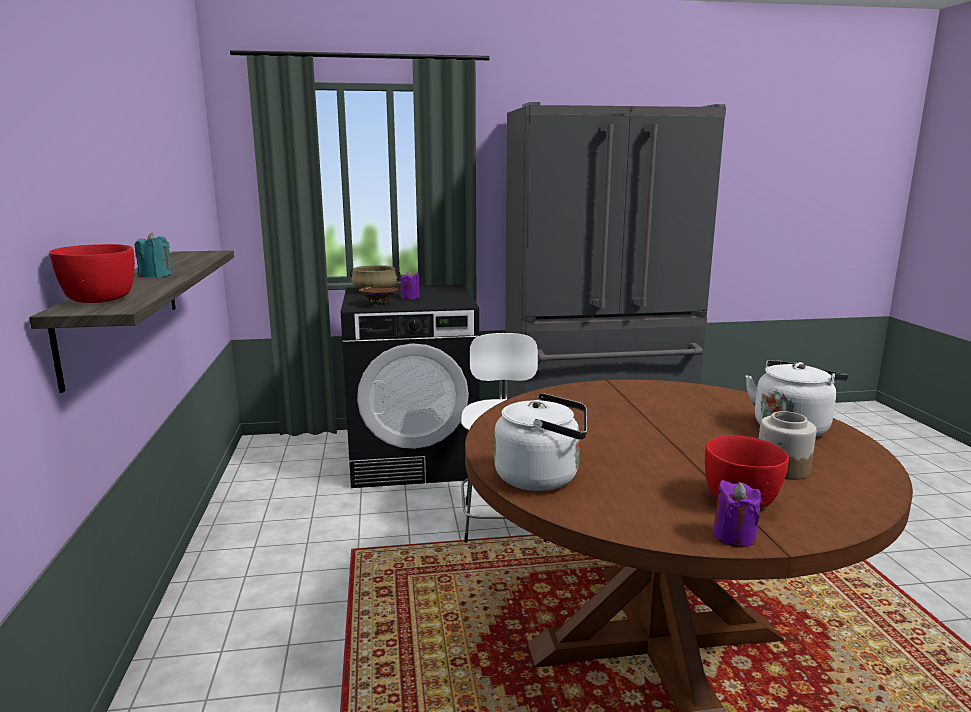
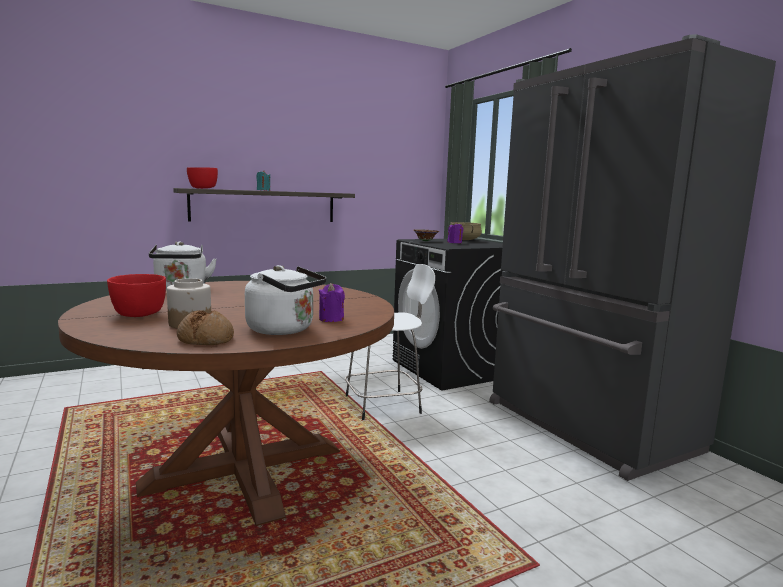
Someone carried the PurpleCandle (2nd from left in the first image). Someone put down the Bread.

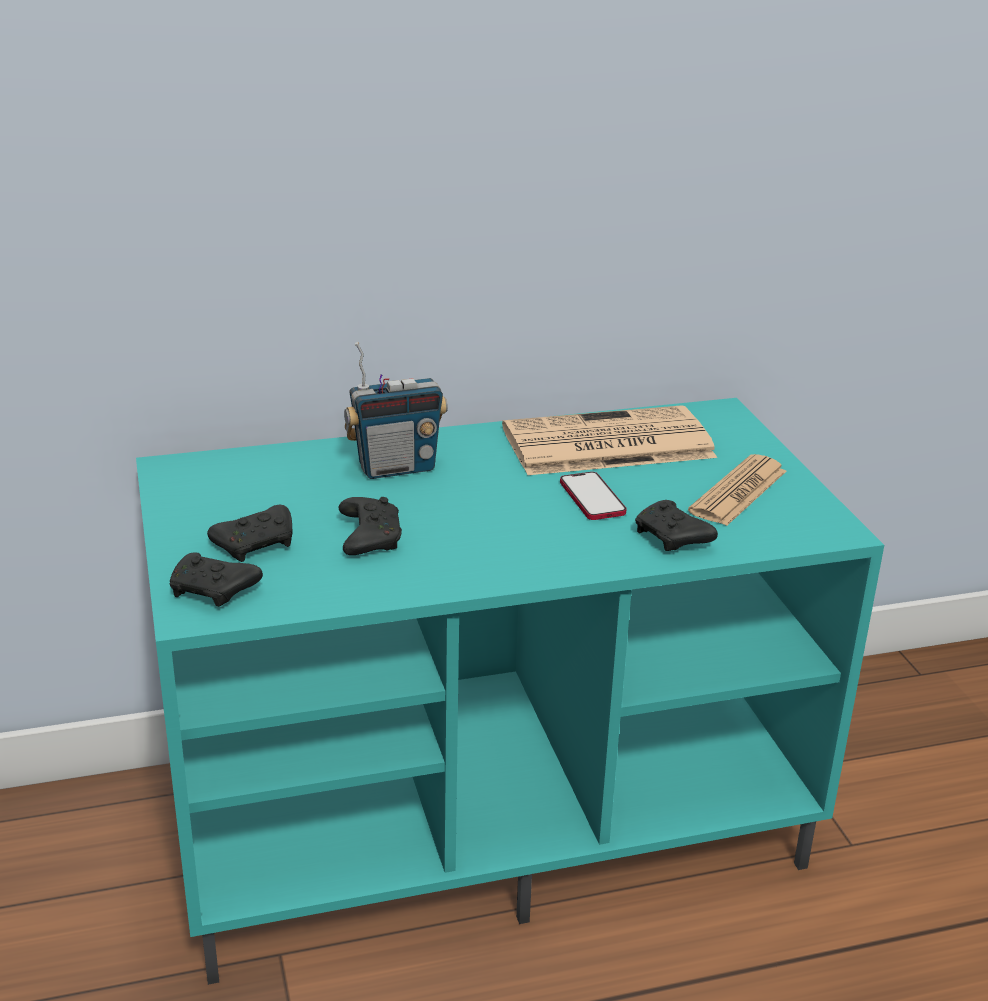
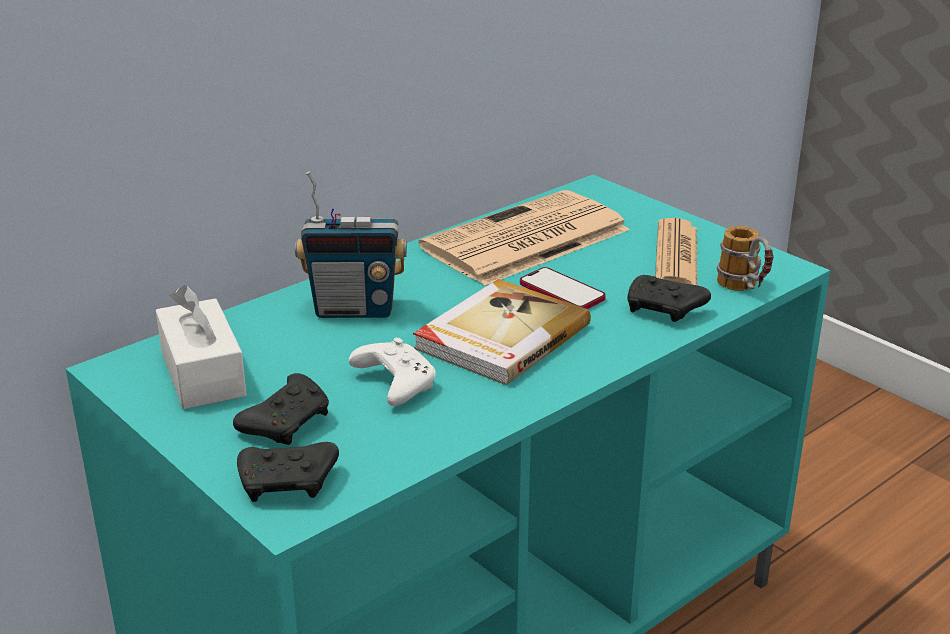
Someone repainted the BlackGameController (3rd from left), which became the WhiteGameController. Someone rotated the Radio by 45 degrees clockwise. Someone put down the WhiteTissueBox. Someone put down the Book. Someone put down the Mug.

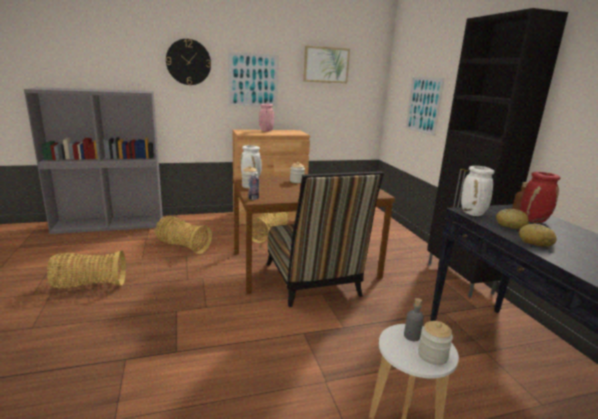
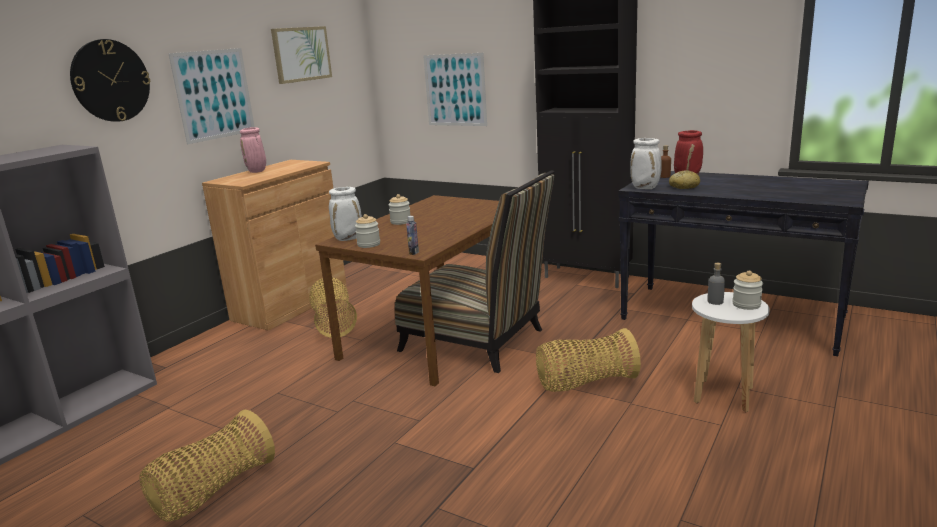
Someone carried the Basket (2nd from left in the first image). Someone took away the Bread (2nd from left).

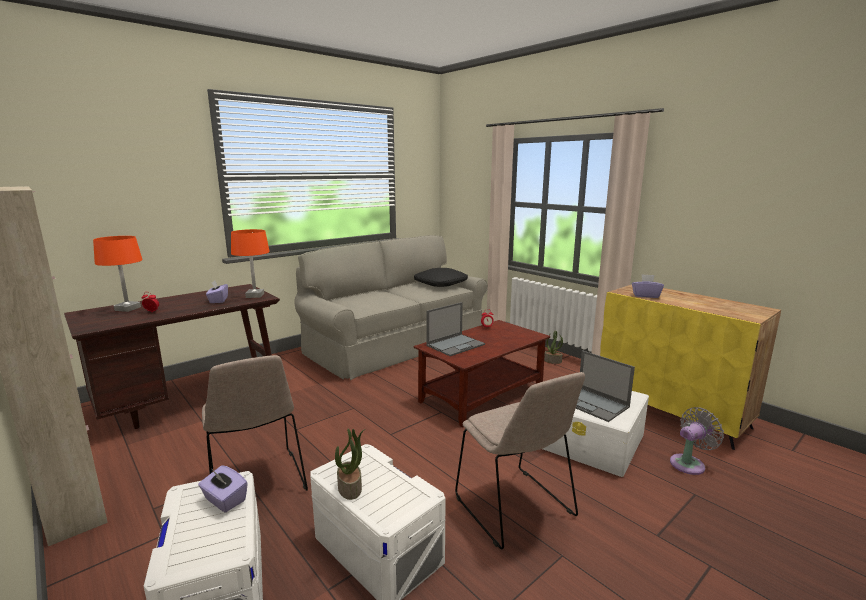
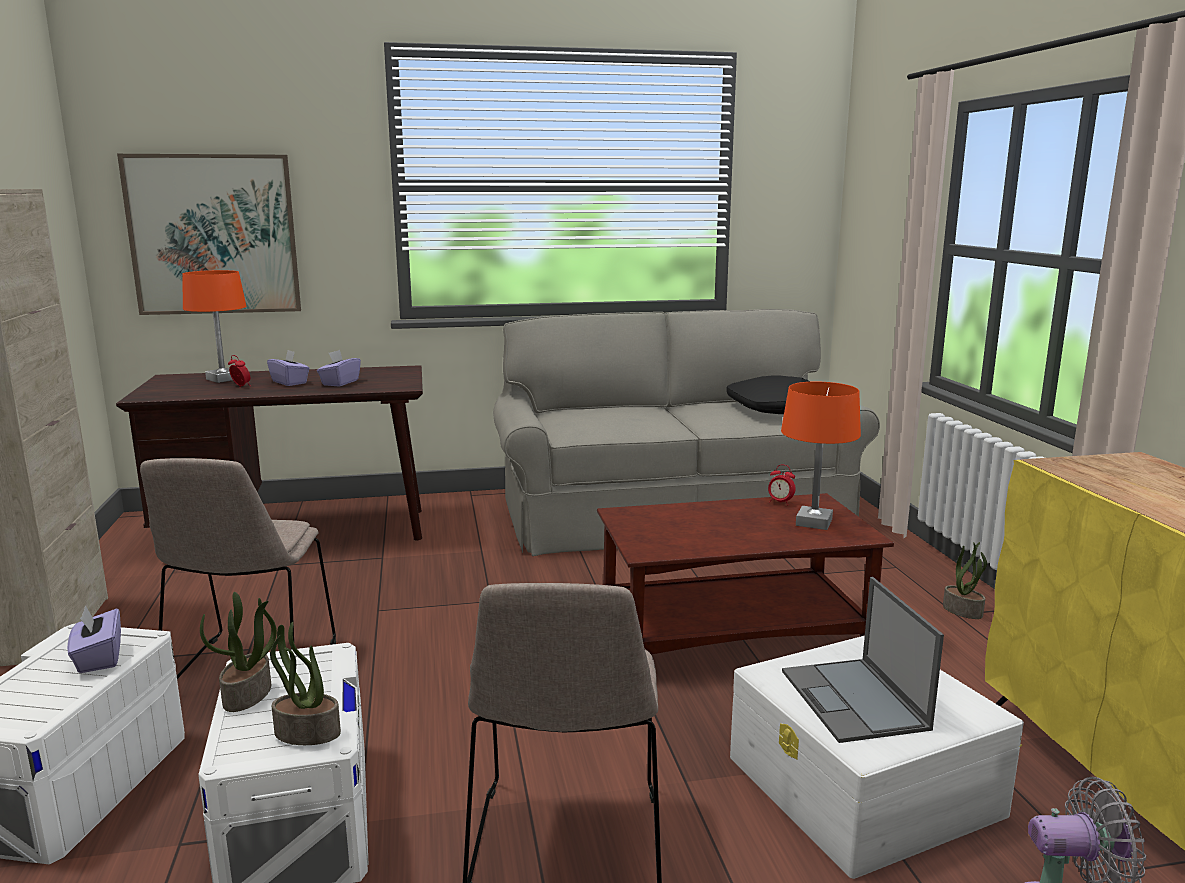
Someone carried the OrangeTableLamp (2nd from left). Someone took away the Laptop (1st from left). Someone carried the PurpleTissueBox (3rd from left in the first image). Someone put up the Picture. Someone put down the PottedPlant (2nd from left).

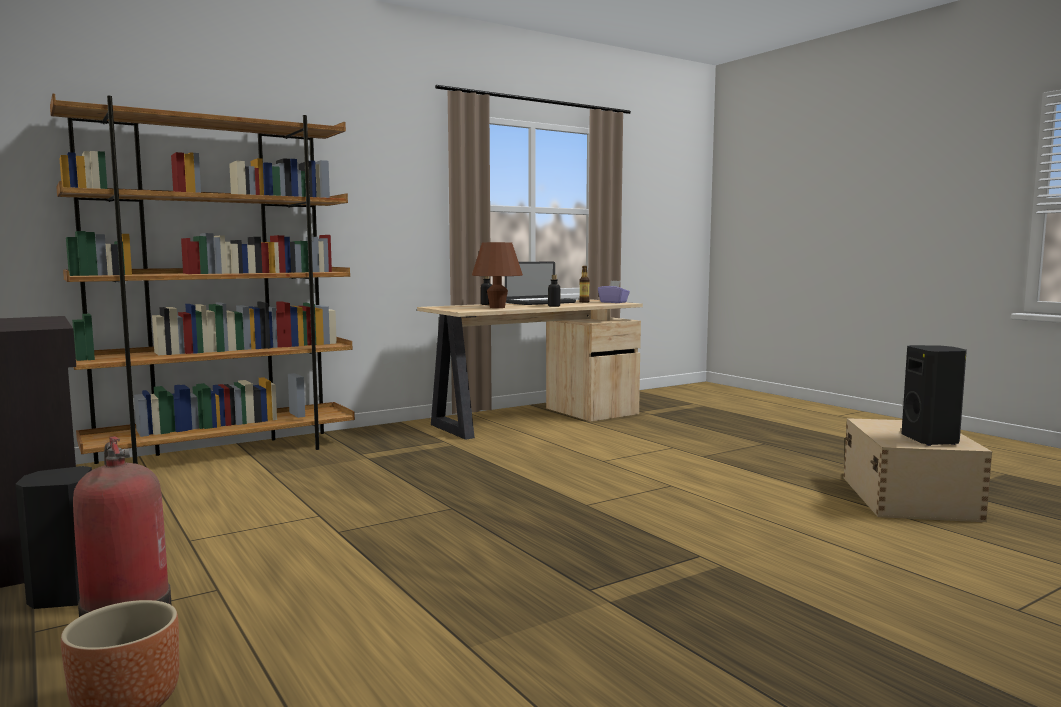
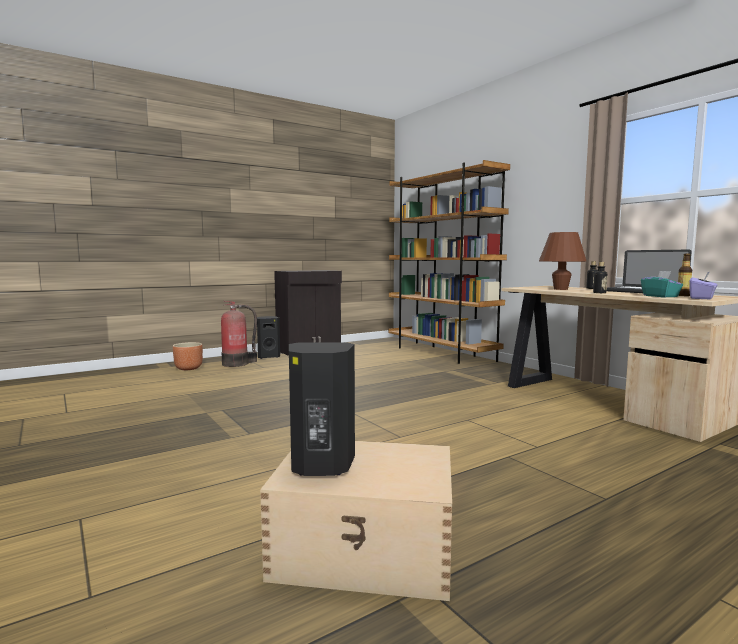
Someone put down the TurquoiseTissueBox.

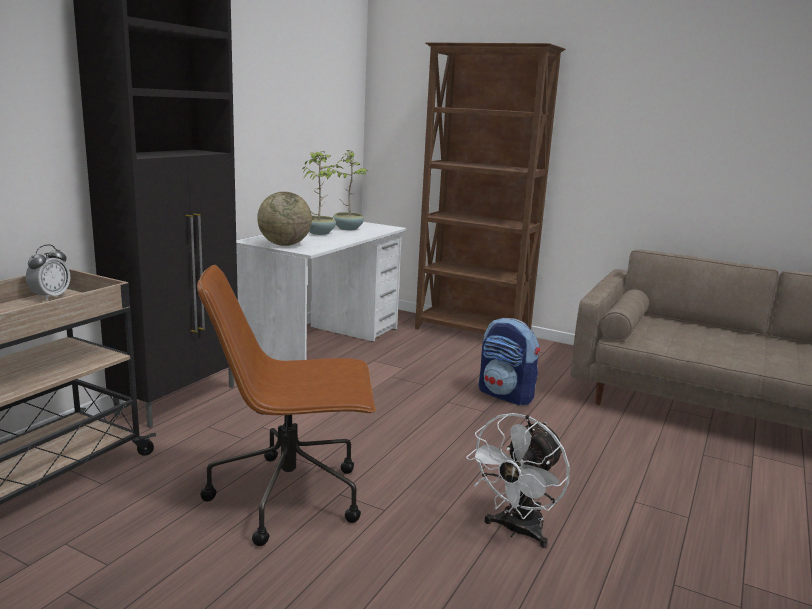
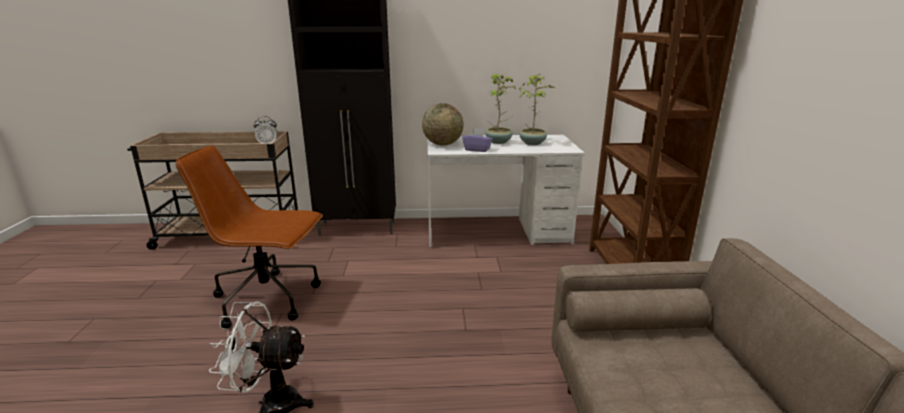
Someone rotated the BrownOfficeChair by 45 degrees counterclockwise. Someone took away the Backpack. Someone put down the PurpleTissueBox.

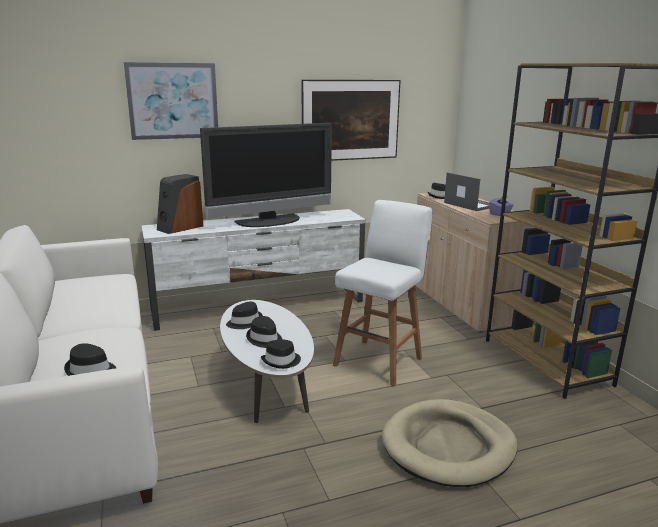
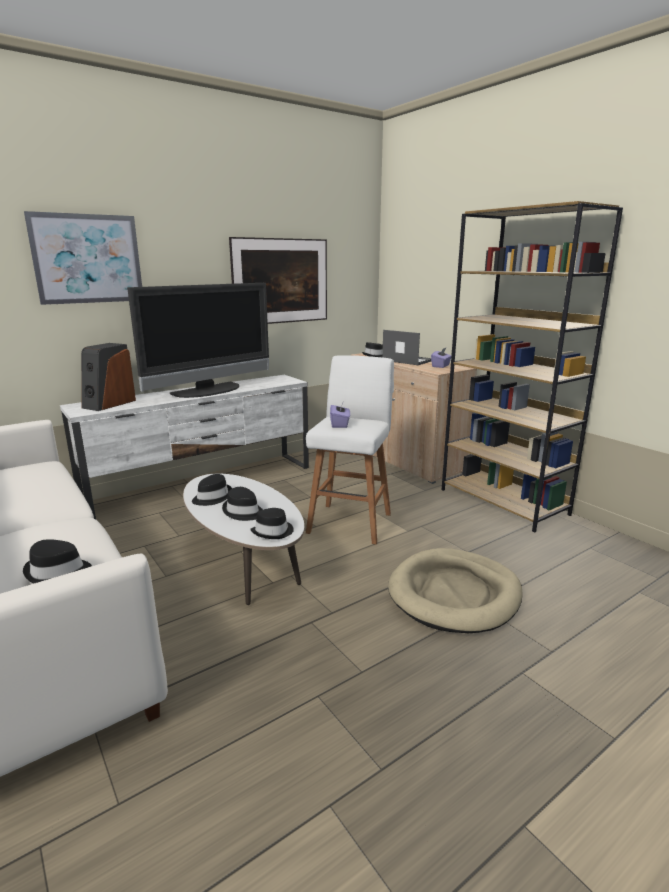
Someone put down the PurpleTissueBox (1st from left).

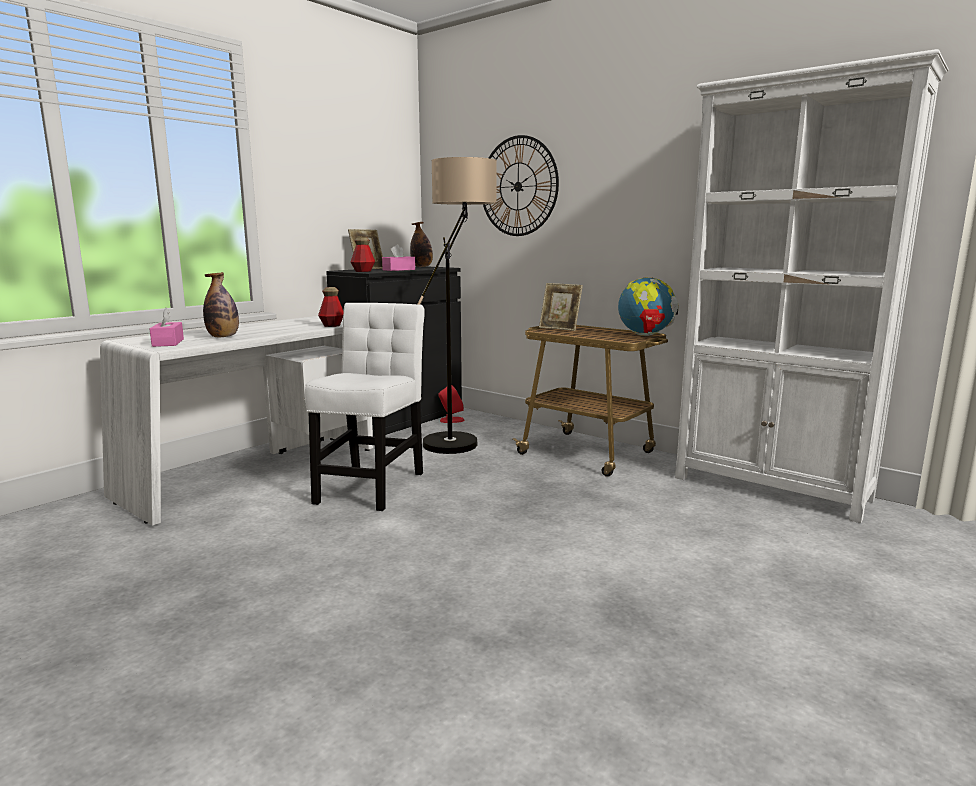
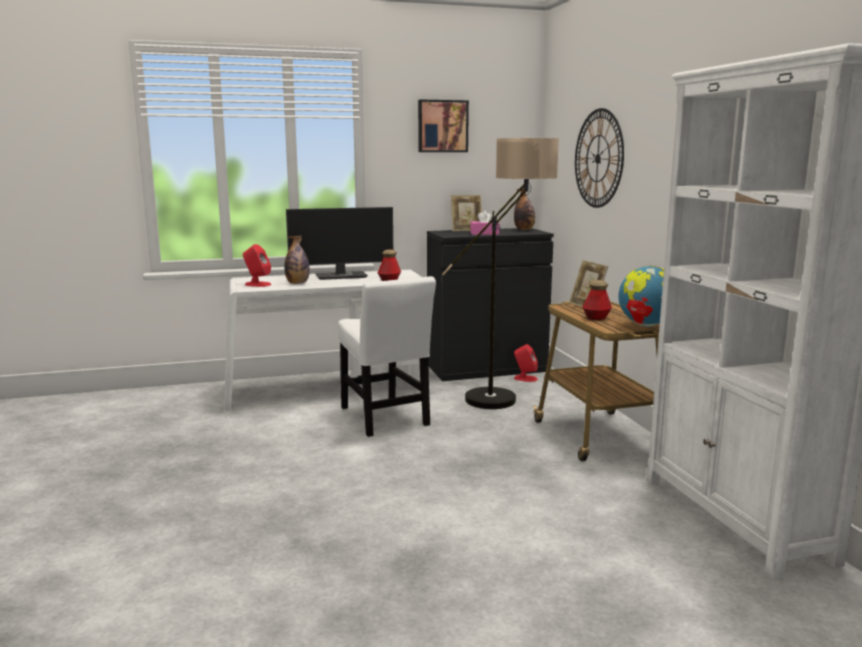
Someone swapped the PinkTissueBox (1st from left) for the RedSpeaker (1st from left). Someone rotated the WhiteChair by 105 degrees clockwise. Someone carried the Bottle (3rd from left in the first image). Someone put down the Monitor. Someone put up the Picture.

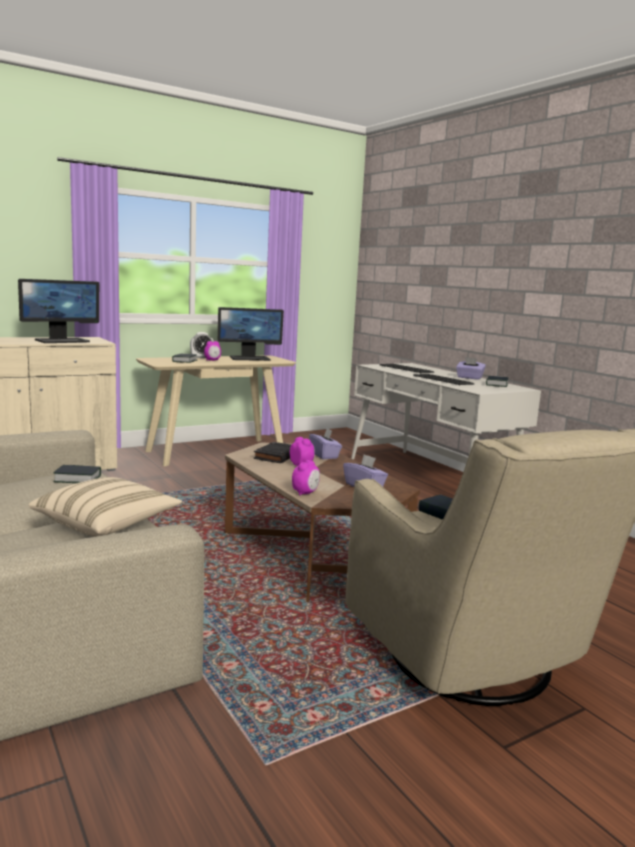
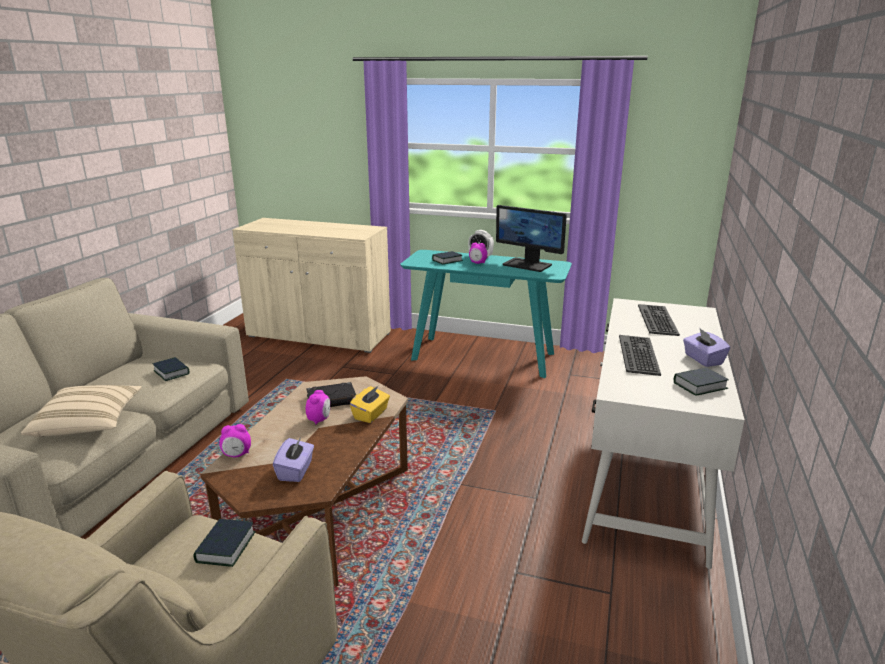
Someone took away the Monitor (1st from left). Someone repainted the BeigeConsoleTable, which became the TurquoiseConsoleTable. Someone repainted the PurpleTissueBox (1st from left), which became the YellowTissueBox.

